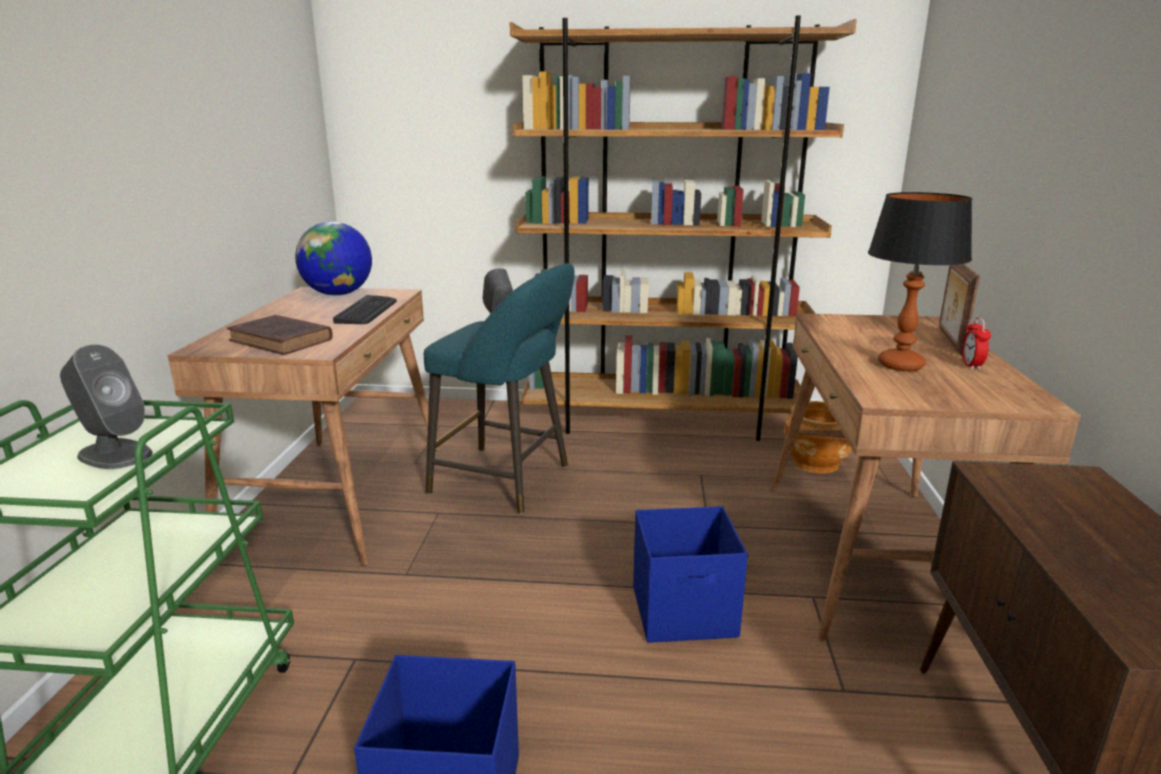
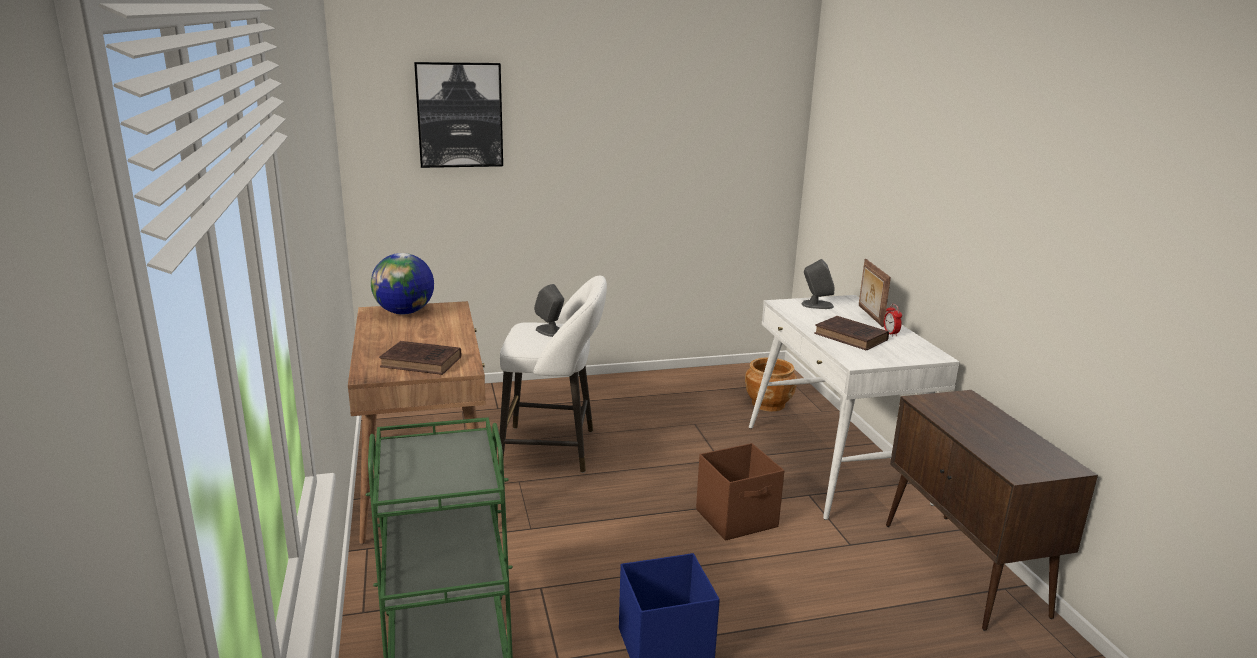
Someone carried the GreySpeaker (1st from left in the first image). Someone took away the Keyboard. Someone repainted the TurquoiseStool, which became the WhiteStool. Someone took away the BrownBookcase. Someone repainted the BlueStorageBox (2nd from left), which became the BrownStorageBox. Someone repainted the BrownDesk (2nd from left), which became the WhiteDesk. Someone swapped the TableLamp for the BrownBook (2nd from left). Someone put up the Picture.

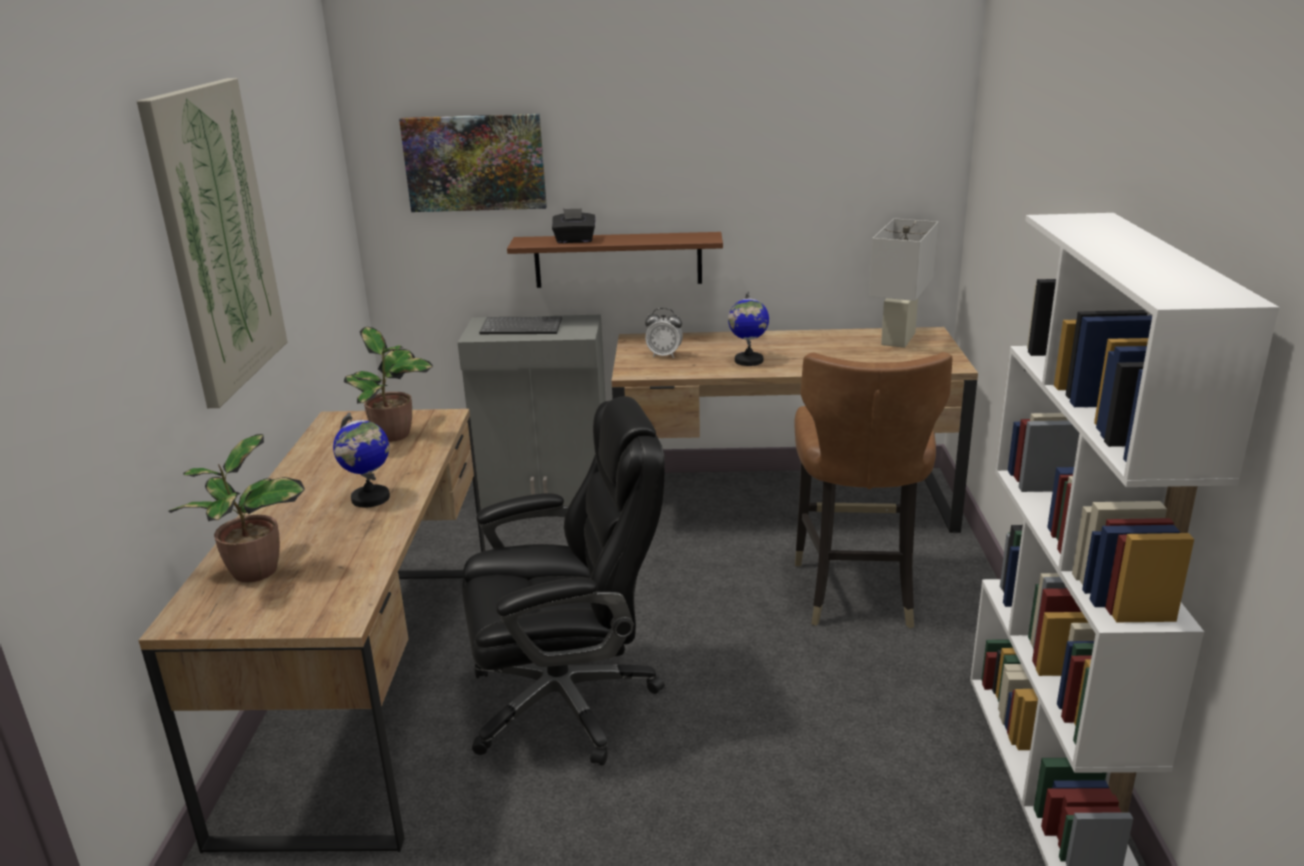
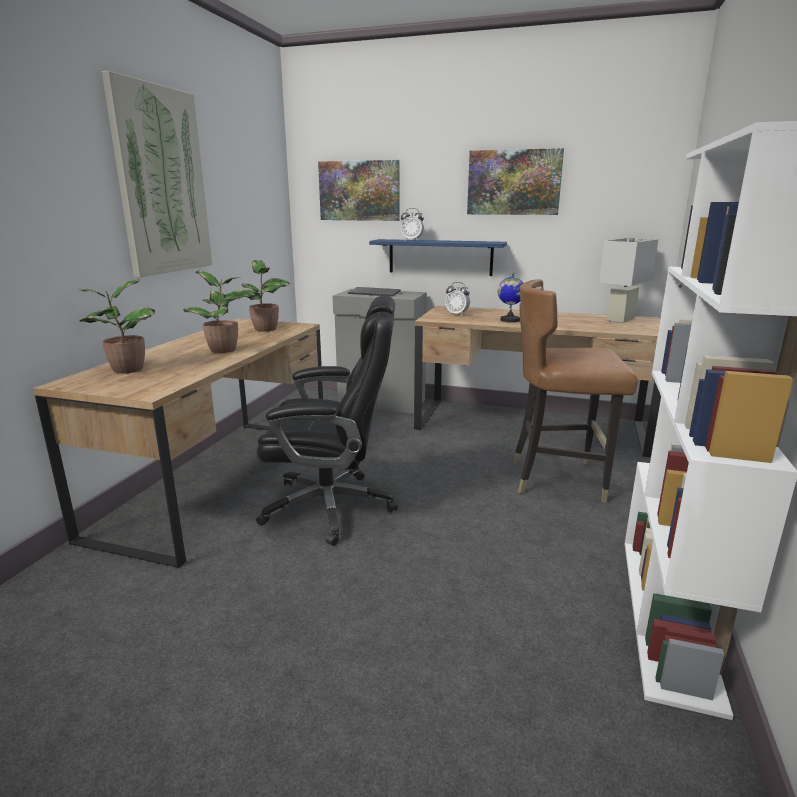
Someone swapped the Globe (1st from left) for the PottedPlant (2nd from left). Someone repainted the BrownShelf, which became the BlueShelf. Someone swapped the BlackTissueBox for the AlarmClock (1st from left). Someone rotated the BrownChair by 75 degrees clockwise. Someone put up the Picture (3rd from left).

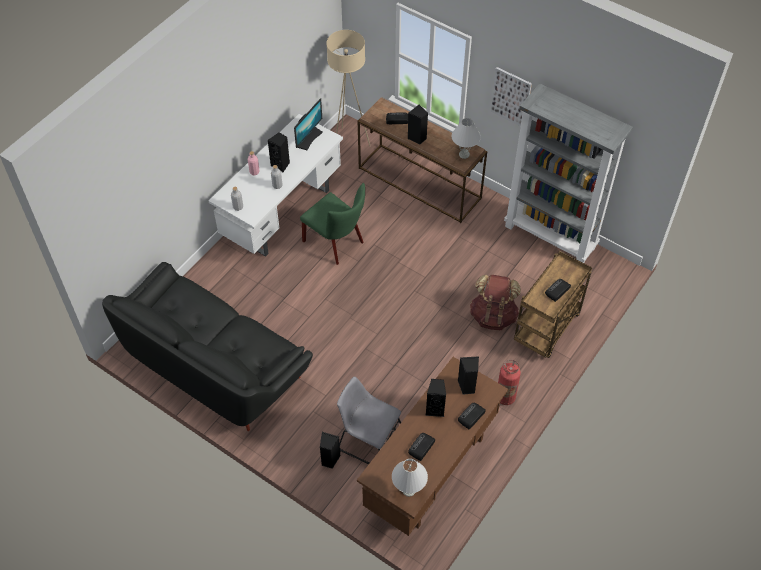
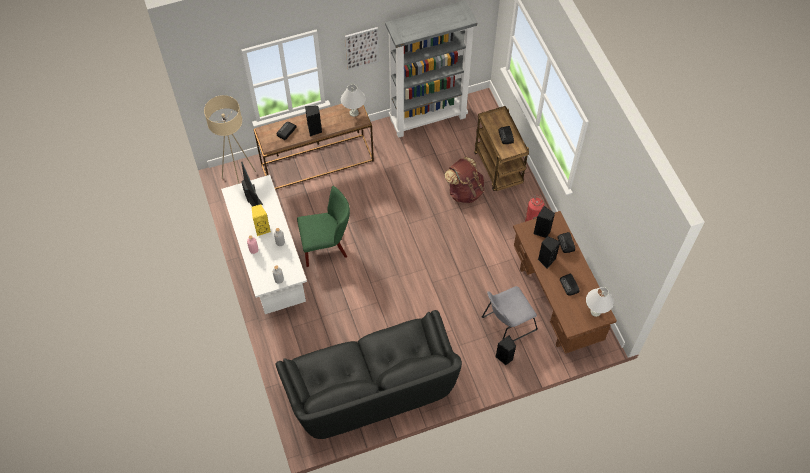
Someone repainted the BlackSpeaker (1st from left), which became the YellowSpeaker.

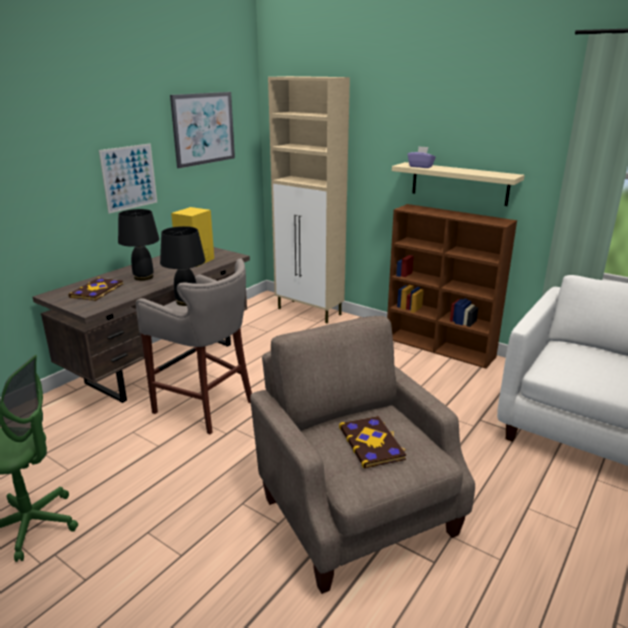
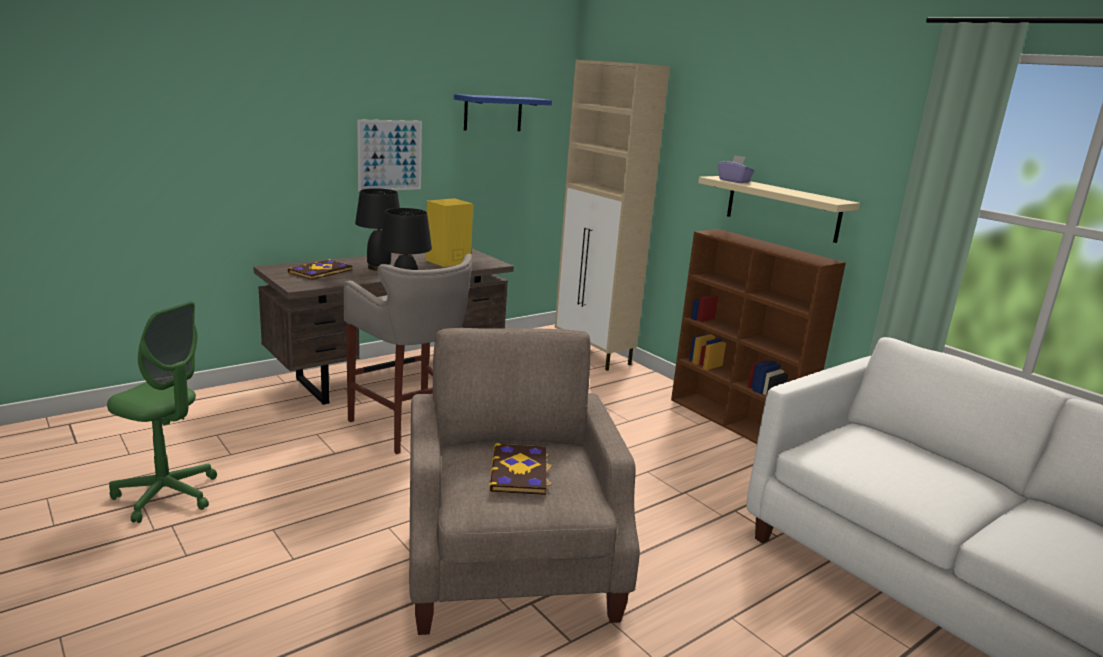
Someone swapped the Picture (2nd from left) for the BlueShelf.

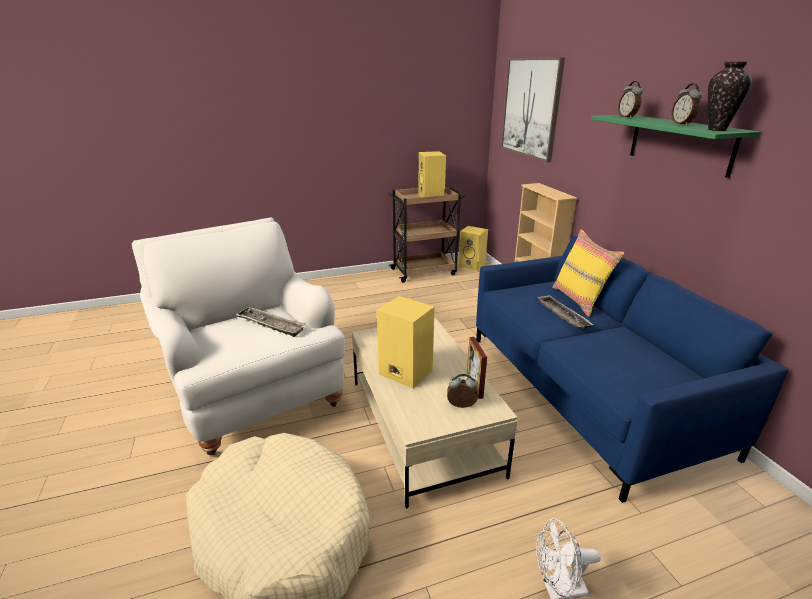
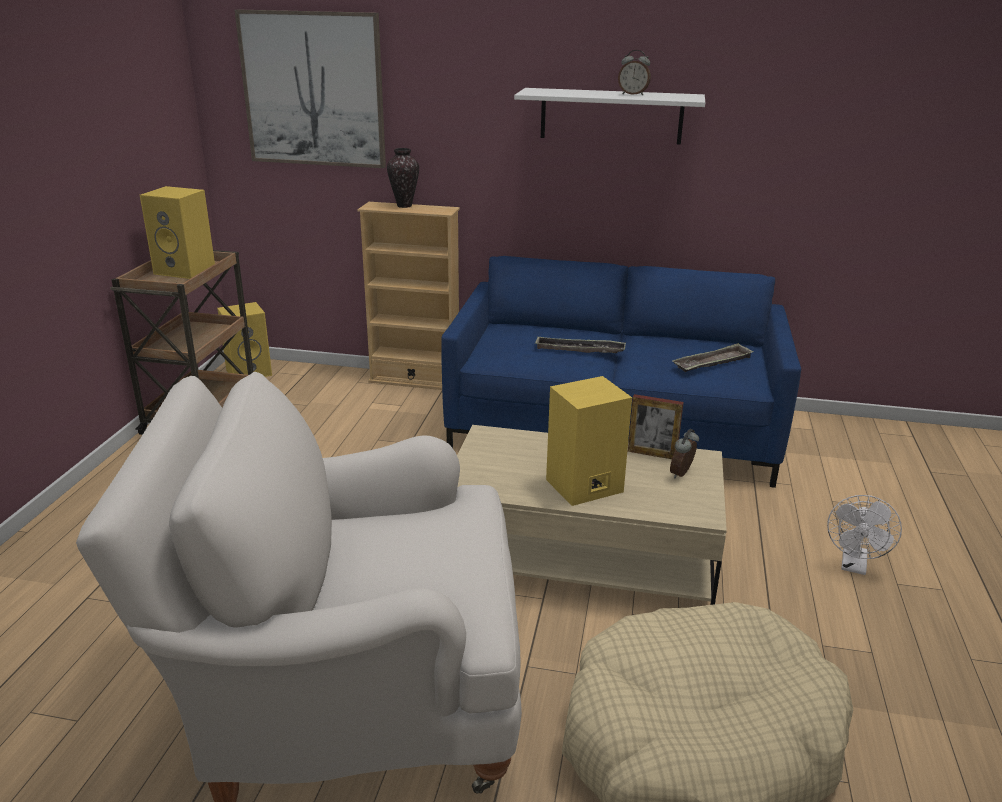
Someone carried the Tray (1st from left in the first image). Someone took away the YellowPillow. Someone repainted the GreenShelf, which became the WhiteShelf. Someone took away the AlarmClock (2nd from left). Someone carried the Vase.

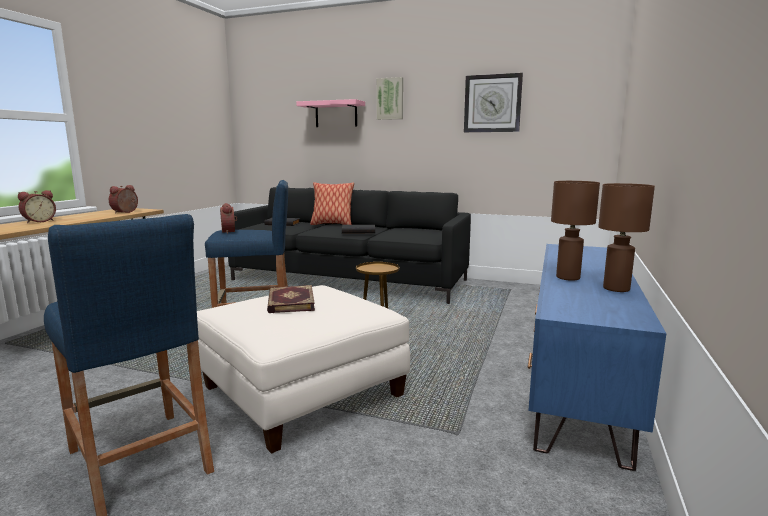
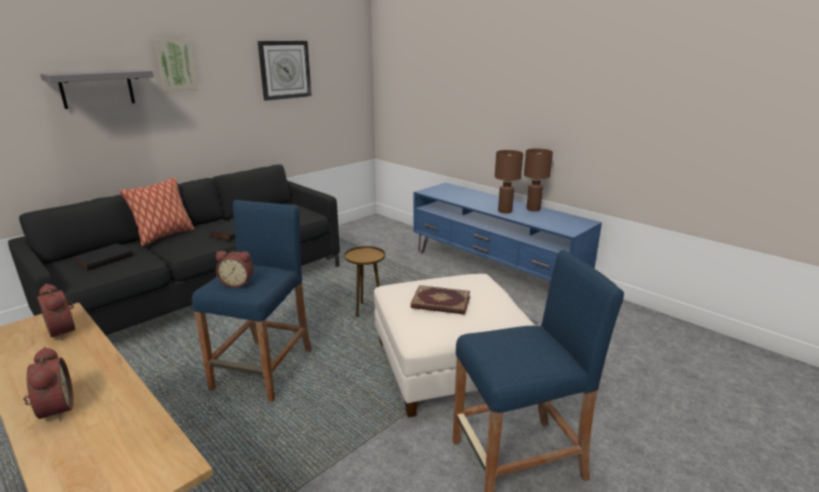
Someone repainted the PinkShelf, which became the GreyShelf.

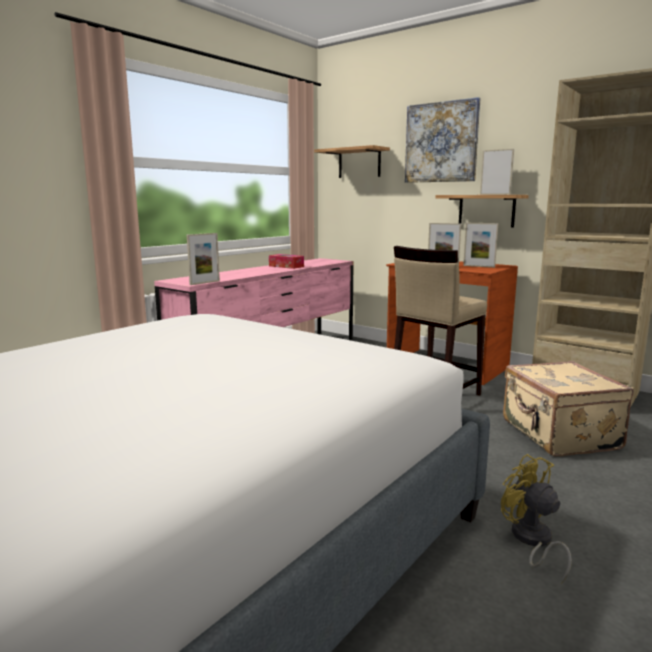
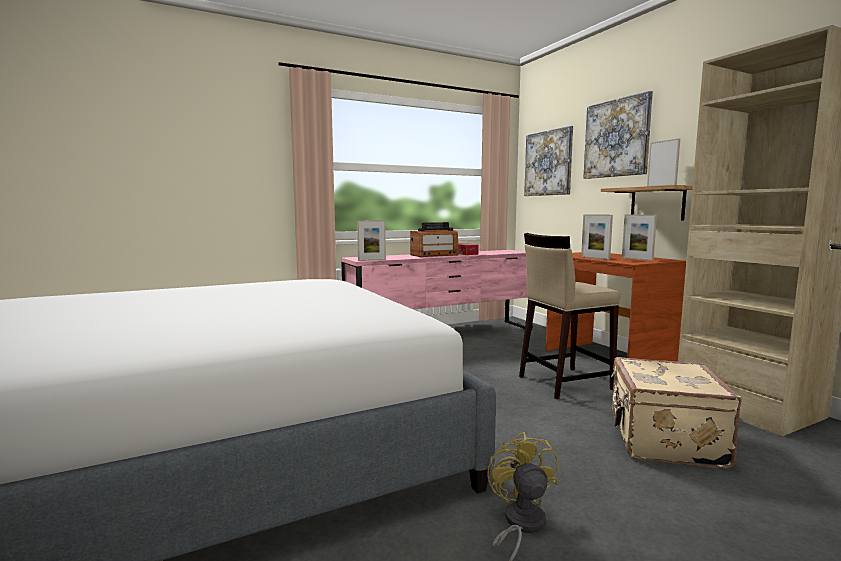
Someone swapped the Shelf (1st from left) for the Picture (1st from left). Someone put down the Radio.

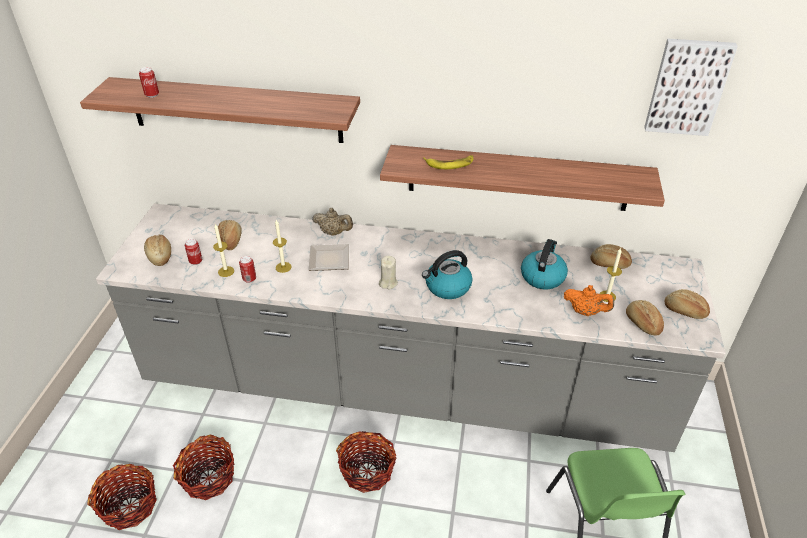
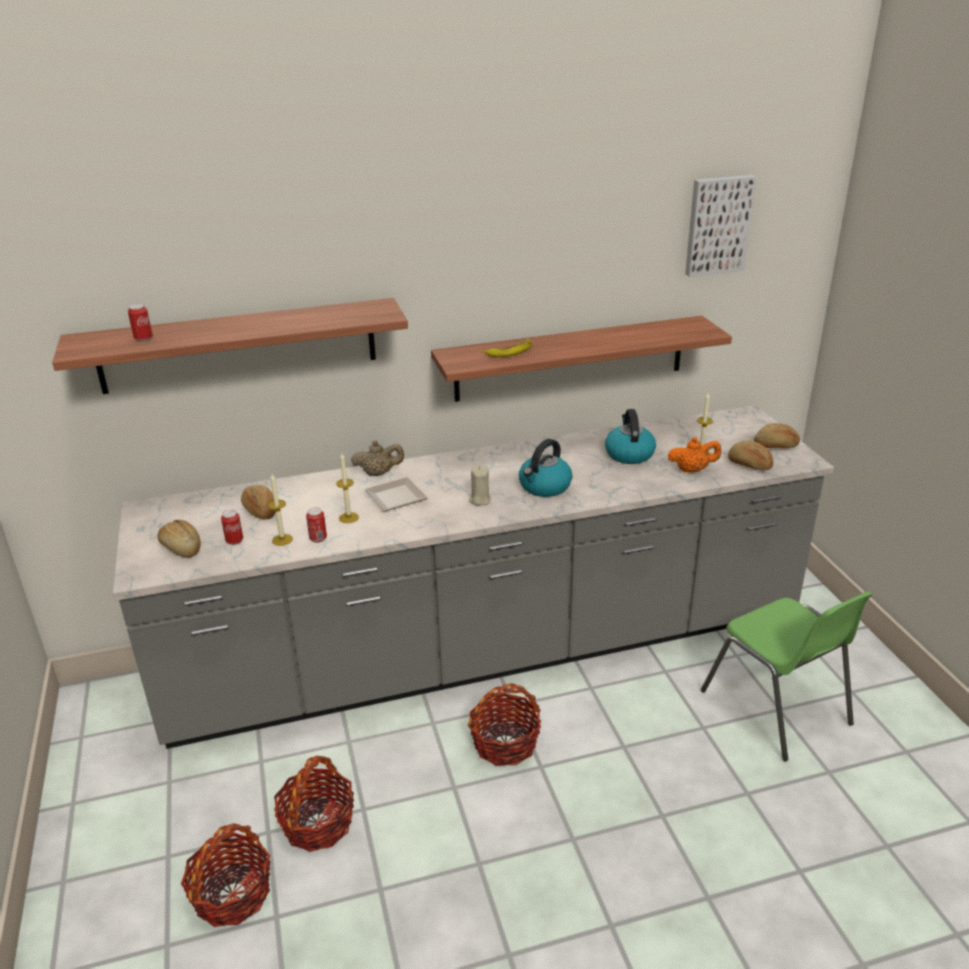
Someone took away the Bread (3rd from left).

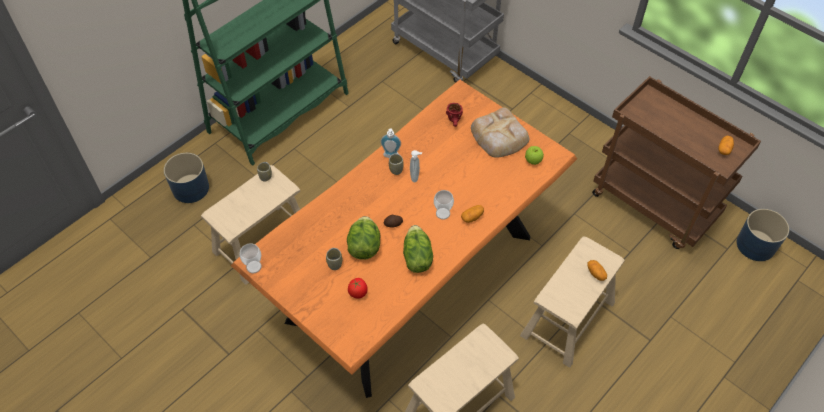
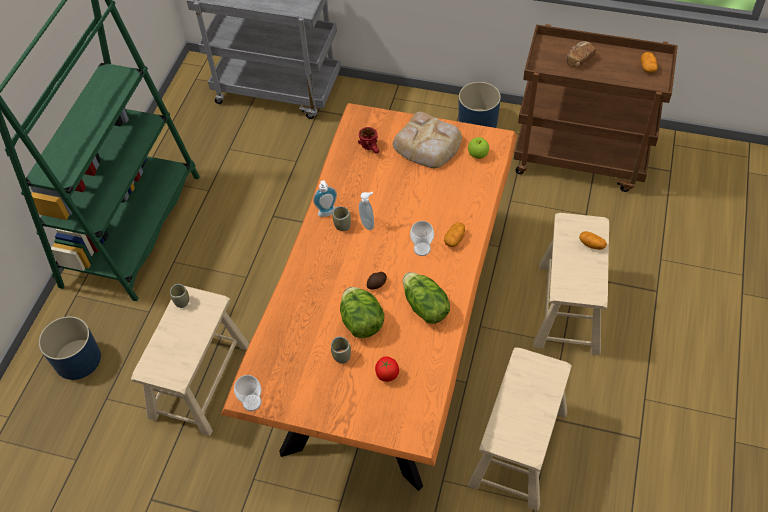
Someone carried the BluePlanter (2nd from left). Someone put down the Bread (2nd from left).

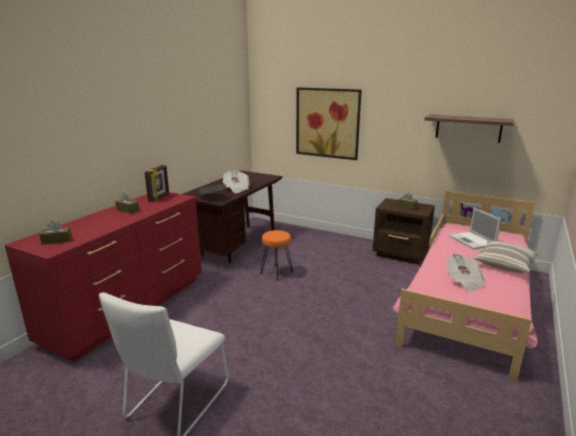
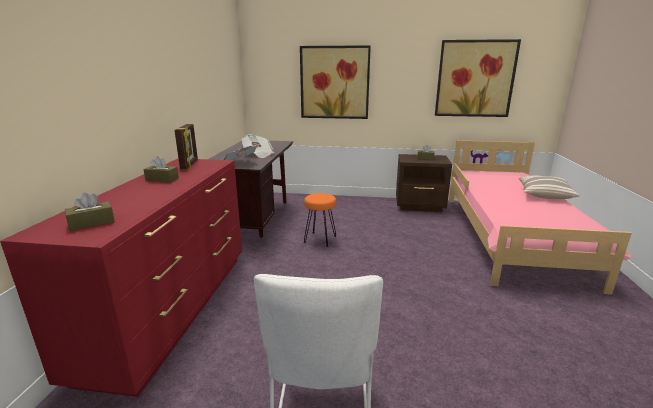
Someone swapped the Shelf for the Picture (2nd from left). Someone took away the Newspaper (3rd from left). Someone took away the Laptop.

